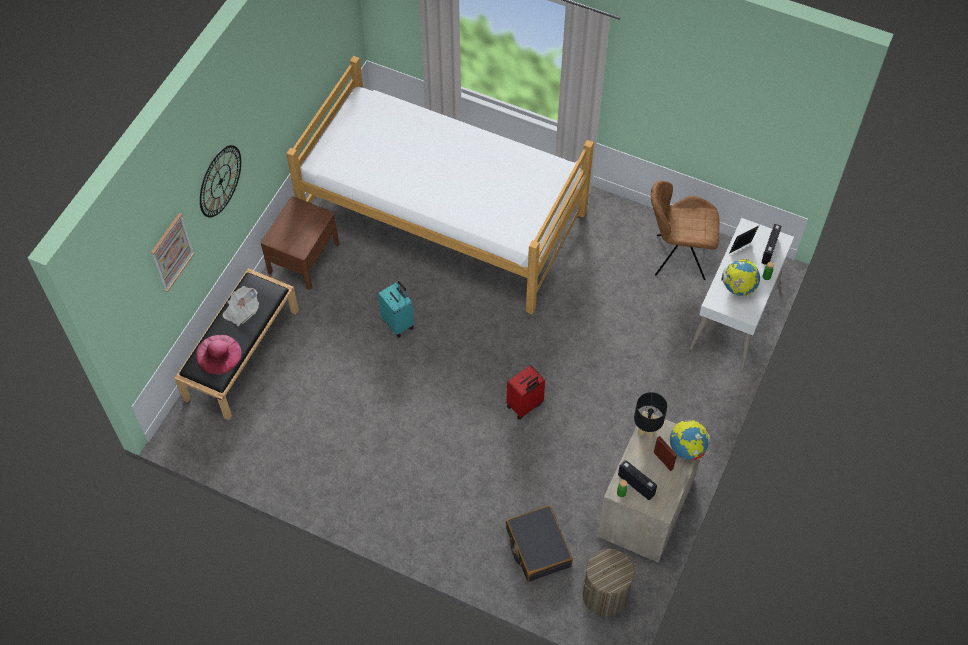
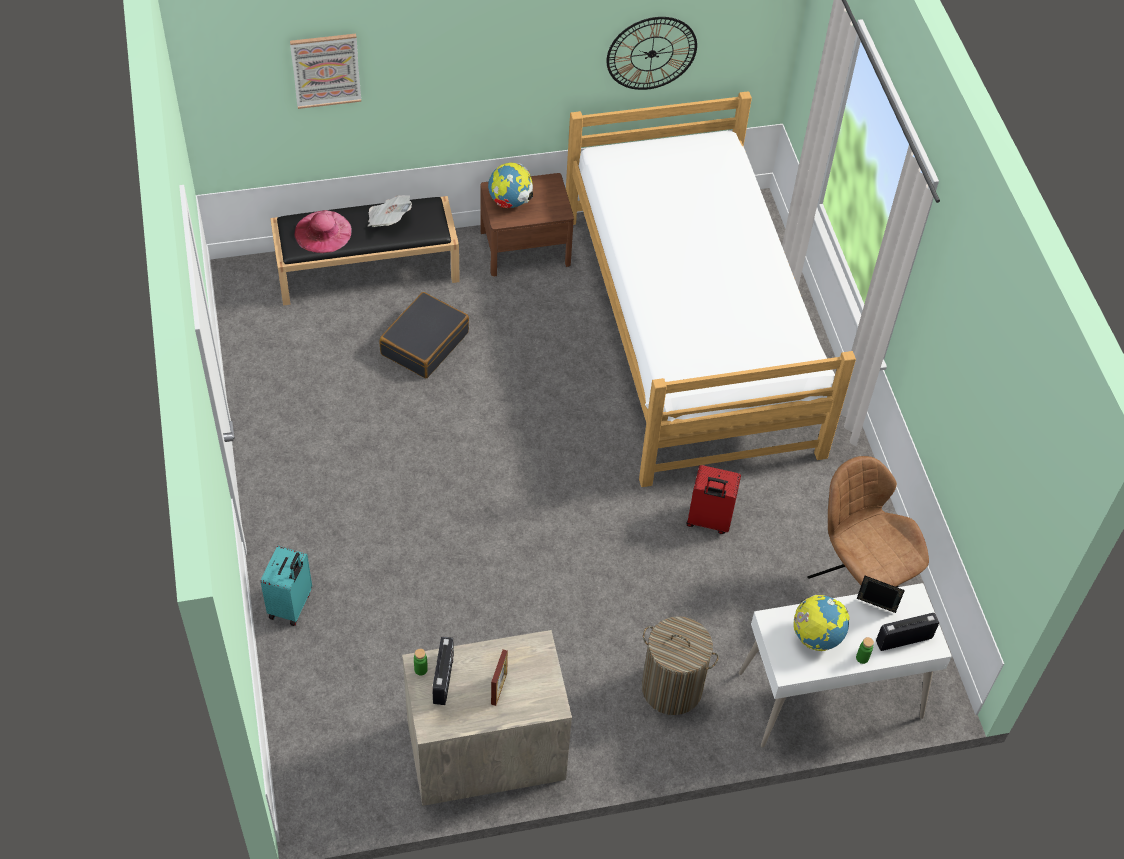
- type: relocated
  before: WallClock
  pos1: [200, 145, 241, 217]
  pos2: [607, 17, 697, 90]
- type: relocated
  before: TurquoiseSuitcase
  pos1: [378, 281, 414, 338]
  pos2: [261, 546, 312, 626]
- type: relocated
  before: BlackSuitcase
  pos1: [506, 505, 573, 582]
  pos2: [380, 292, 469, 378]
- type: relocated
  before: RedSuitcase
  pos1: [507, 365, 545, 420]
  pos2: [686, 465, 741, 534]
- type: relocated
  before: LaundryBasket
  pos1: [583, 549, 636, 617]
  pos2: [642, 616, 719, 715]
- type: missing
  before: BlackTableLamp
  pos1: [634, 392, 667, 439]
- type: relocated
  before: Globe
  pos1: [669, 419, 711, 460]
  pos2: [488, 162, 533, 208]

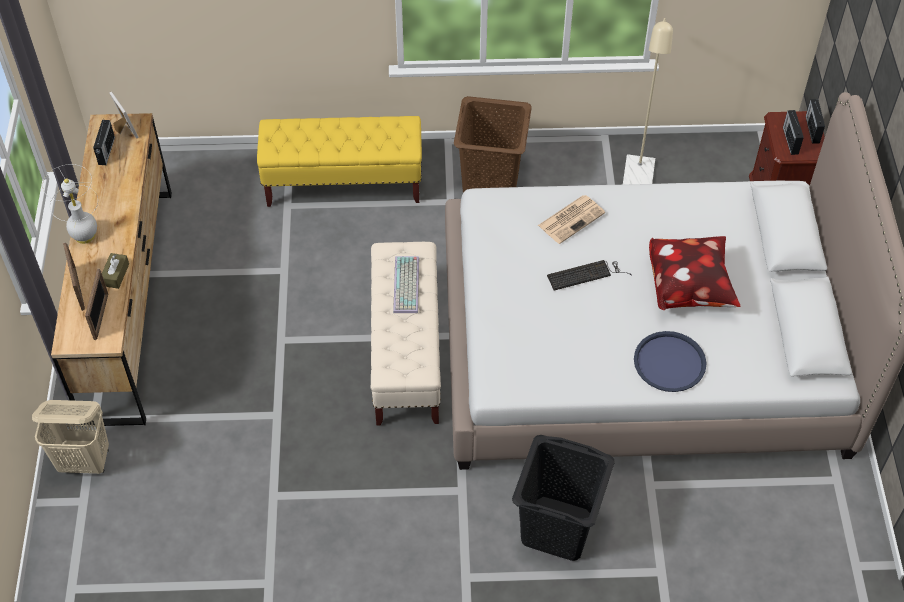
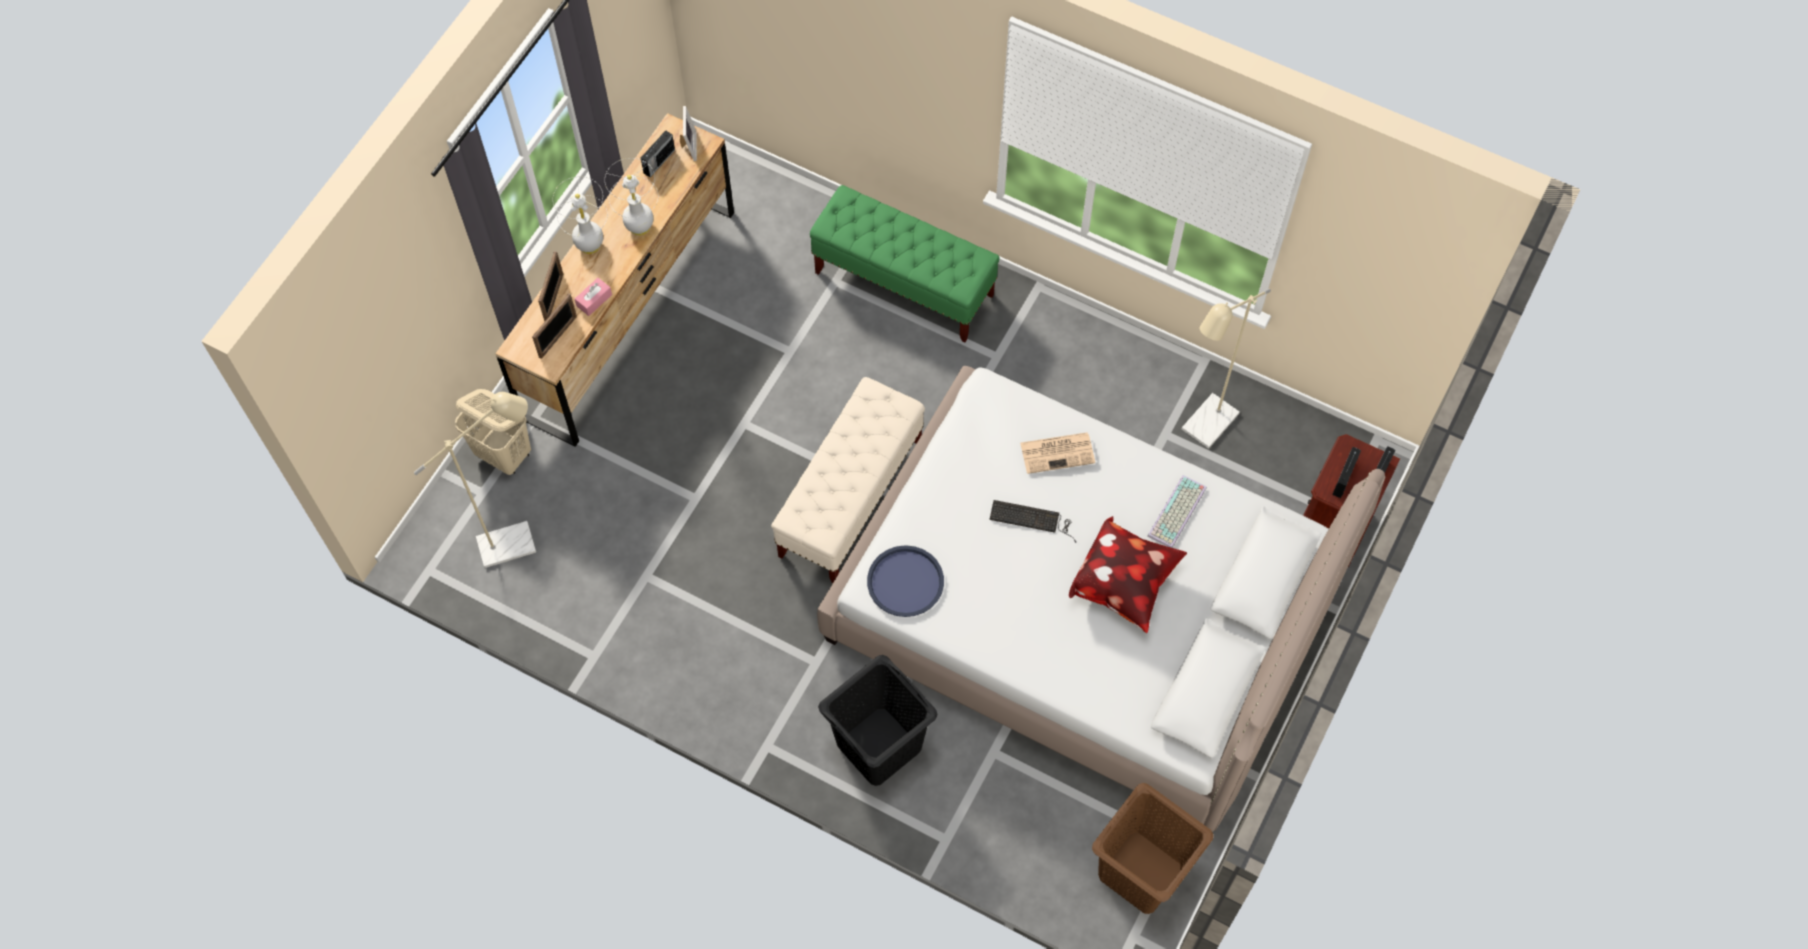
- type: colour
  before: BrownTissueBox
  after: PinkTissueBox
  pos1: [102, 253, 129, 289]
  pos2: [575, 278, 612, 316]
- type: colour
  before: YellowBench
  after: GreenBench
  pos1: [257, 116, 422, 207]
  pos2: [810, 185, 1000, 342]
- type: relocated
  before: Keyboard
  pos1: [393, 256, 419, 313]
  pos2: [1148, 475, 1207, 548]
- type: relocated
  before: BrownLaundryBasket
  pos1: [454, 96, 532, 193]
  pos2: [1092, 783, 1214, 914]
- type: relocated
  before: BlueTray
  pos1: [634, 331, 706, 392]
  pos2: [867, 545, 944, 617]
- type: appeared
  after: BeigeFloorLamp
  pos2: [414, 392, 536, 568]
- type: appeared
  after: WhiteTableLamp
  pos2: [605, 158, 658, 236]

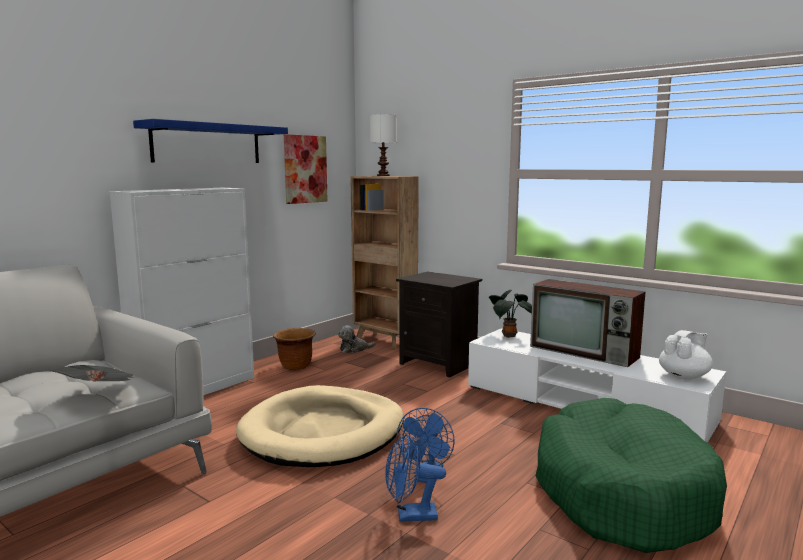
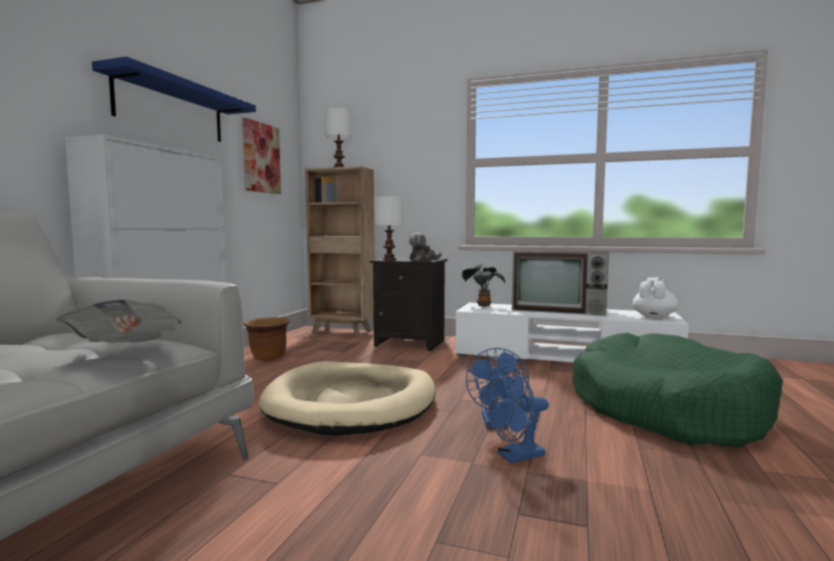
- type: relocated
  before: PlushToy
  pos1: [338, 325, 376, 353]
  pos2: [409, 233, 442, 260]
- type: appeared
  after: WhiteTableLamp
  pos2: [375, 196, 403, 260]

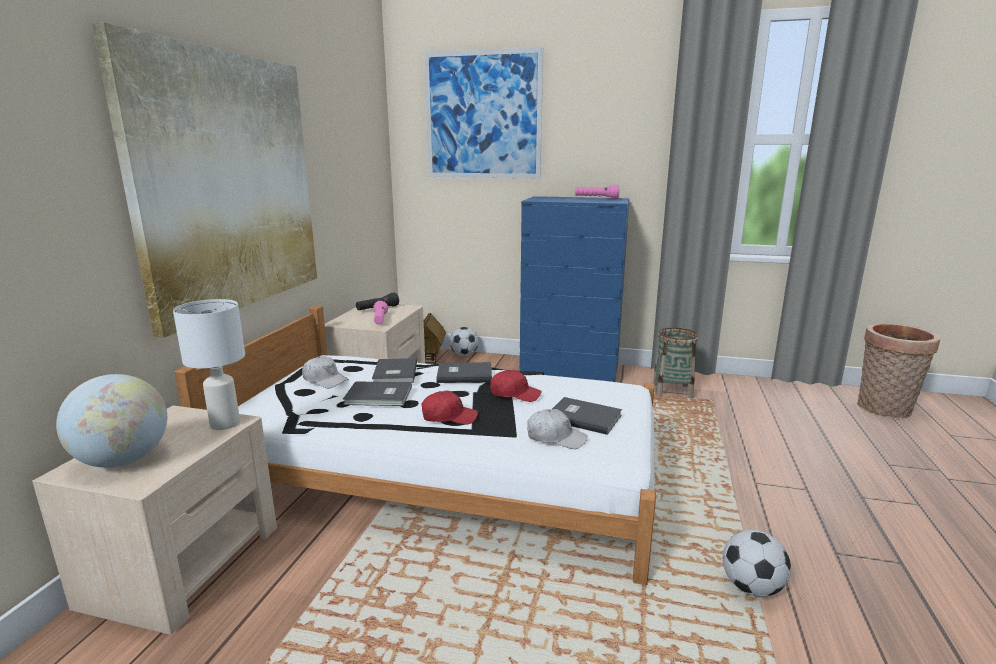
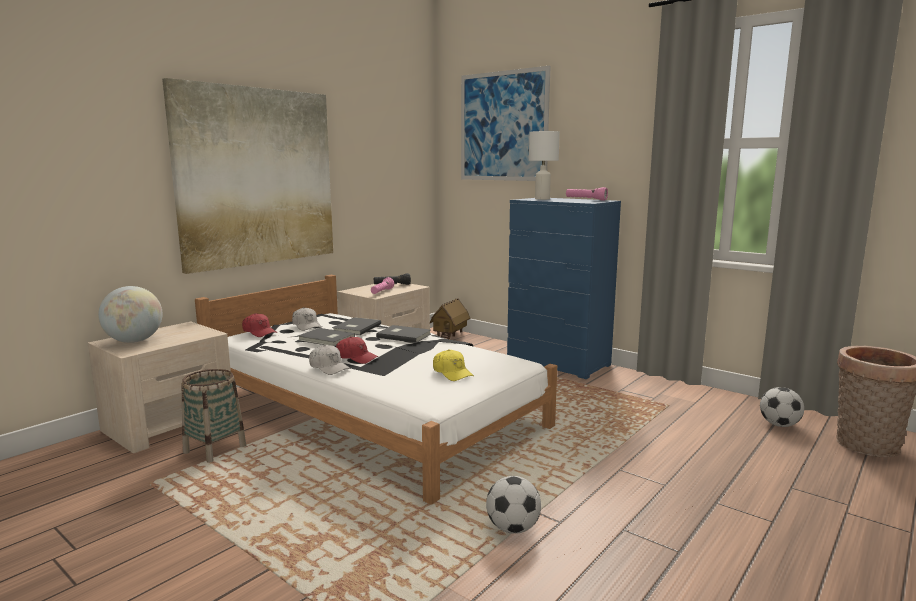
- type: relocated
  before: WhiteTableLamp
  pos1: [173, 299, 245, 430]
  pos2: [529, 131, 560, 200]
- type: relocated
  before: Football
  pos1: [450, 327, 479, 356]
  pos2: [760, 387, 804, 427]
- type: relocated
  before: RedCap
  pos1: [490, 370, 542, 402]
  pos2: [242, 313, 277, 337]
- type: relocated
  before: WhiteCap
  pos1: [527, 409, 587, 449]
  pos2: [309, 345, 351, 375]
- type: exchanged
  before: GreyBook
  after: YellowCap
  pos1: [552, 397, 622, 435]
  pos2: [433, 349, 474, 381]
- type: relocated
  before: Basket
  pos1: [653, 328, 698, 398]
  pos2: [182, 369, 246, 463]

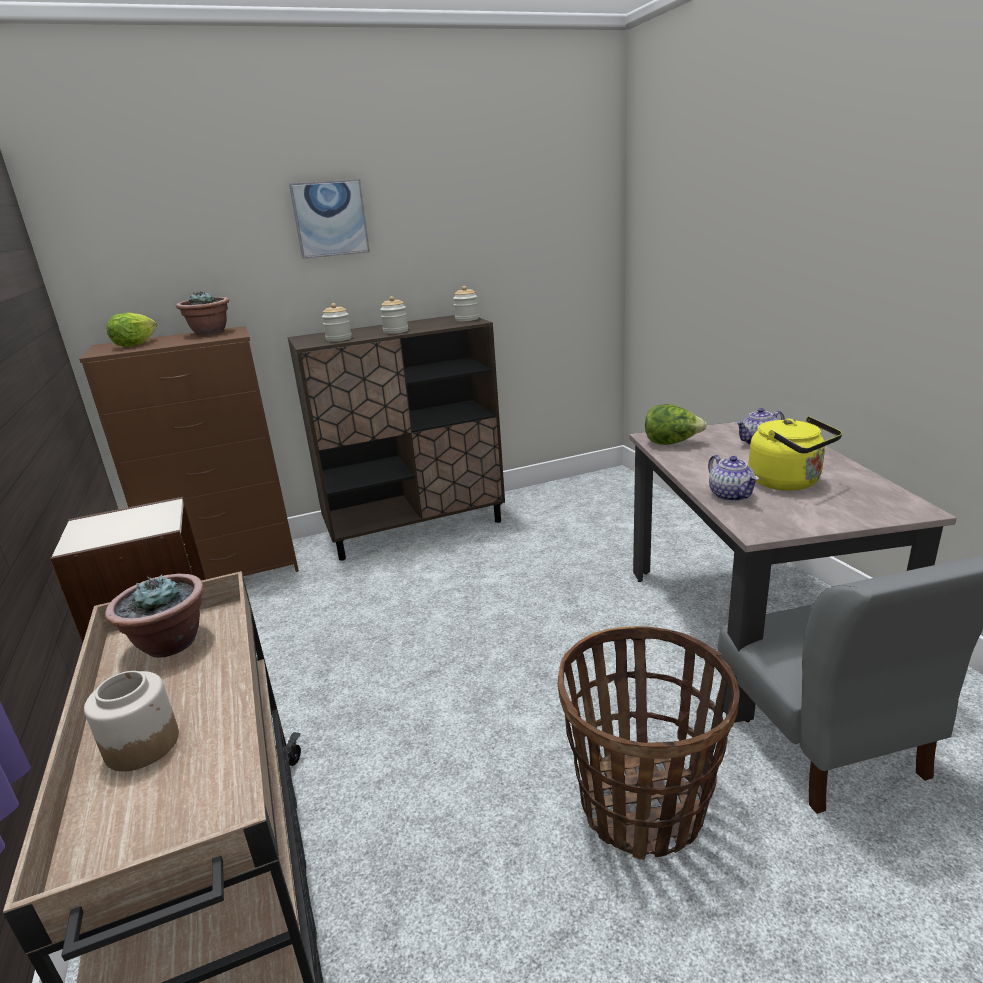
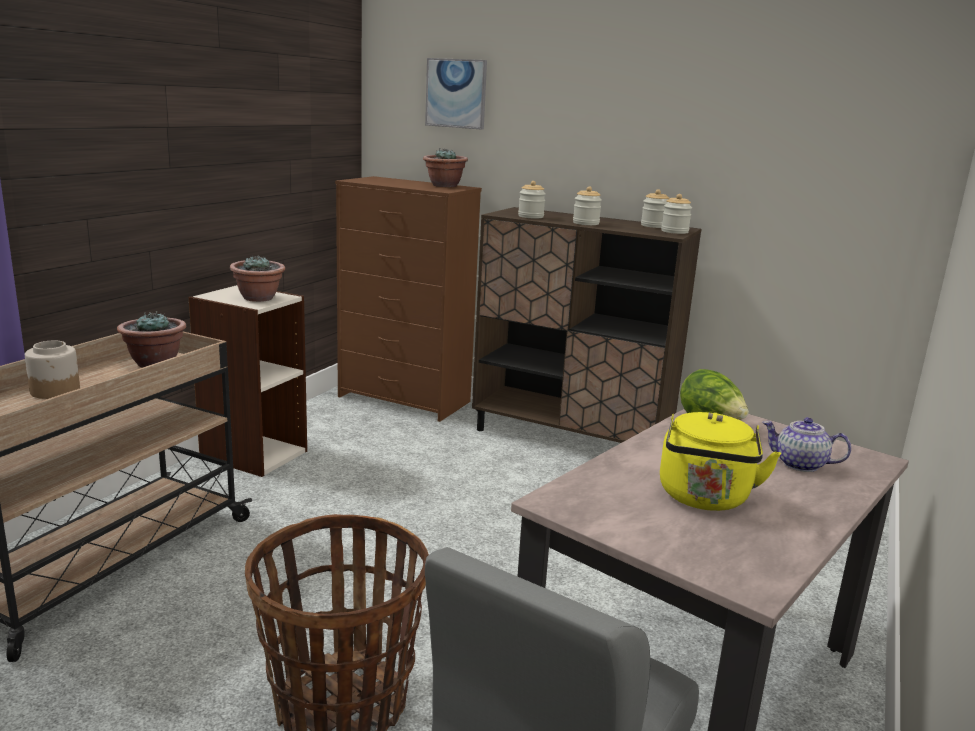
- type: missing
  before: Lettuce
  pos1: [106, 312, 157, 347]
- type: relocated
  before: Picture
  pos1: [289, 179, 370, 259]
  pos2: [425, 58, 487, 130]
- type: missing
  before: Teapot
  pos1: [708, 455, 759, 501]
- type: appeared
  after: PottedPlant
  pos2: [230, 255, 285, 302]
- type: appeared
  after: Jar
  pos2: [641, 189, 669, 228]

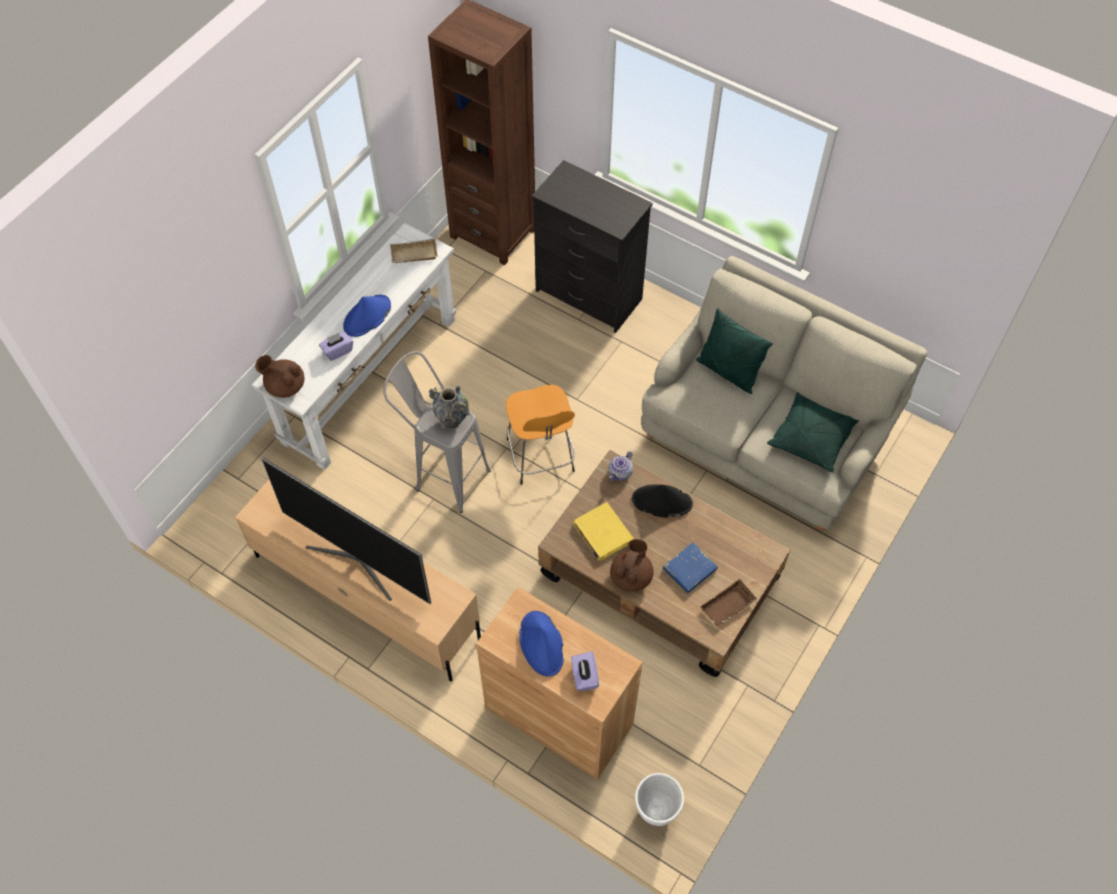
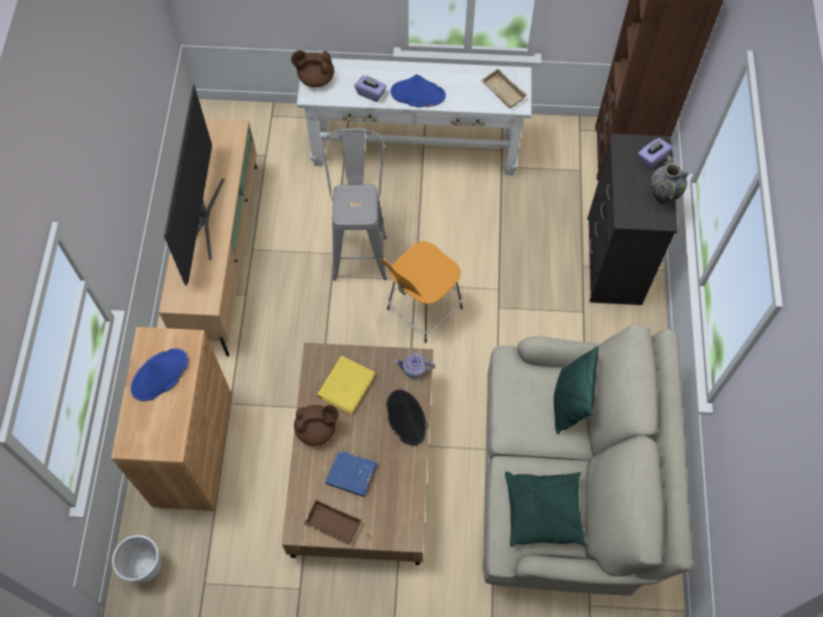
- type: spun
  before: BrownTeapot
  pos1: [255, 355, 304, 398]
  pos2: [291, 50, 334, 87]
  turn: -75
- type: relocated
  before: Vase
  pos1: [429, 386, 470, 428]
  pos2: [650, 155, 689, 205]
- type: relocated
  before: PurpleTissueBox
  pos1: [571, 651, 599, 691]
  pos2: [638, 138, 673, 169]

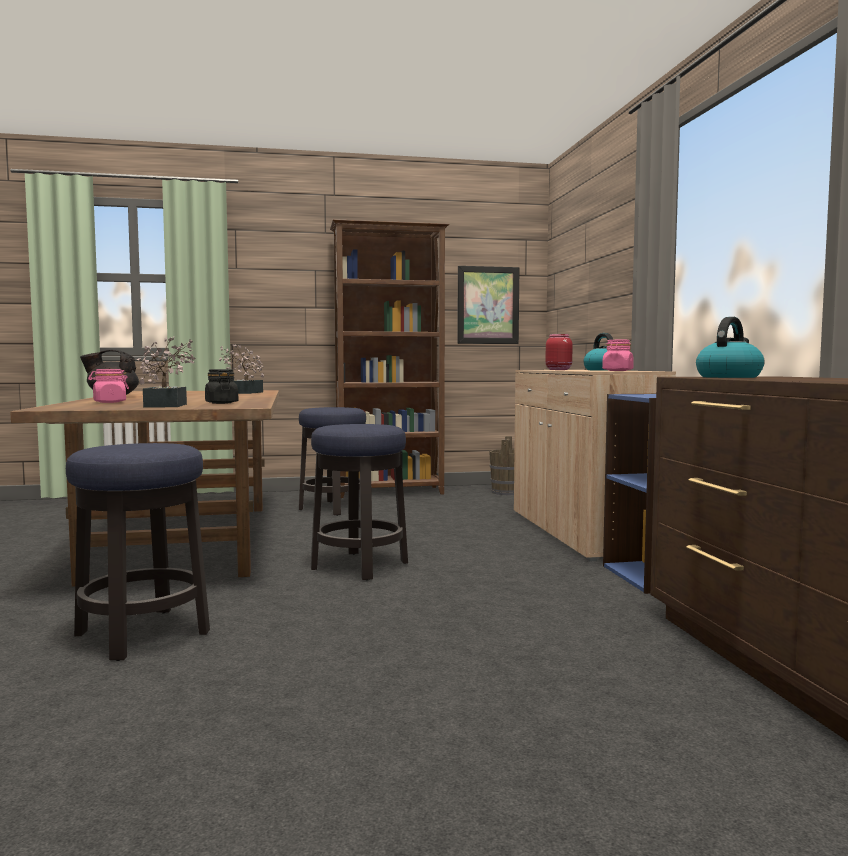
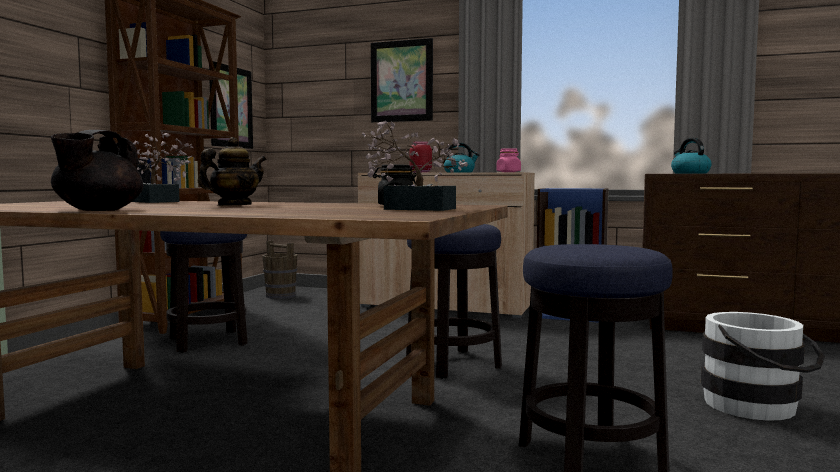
- type: missing
  before: PinkJar
  pos1: [88, 369, 129, 403]
- type: appeared
  after: Teapot
  pos2: [198, 137, 266, 206]
- type: appeared
  after: Picture
  pos2: [371, 38, 433, 122]
- type: appeared
  after: WhiteBucket
  pos2: [701, 312, 825, 421]

